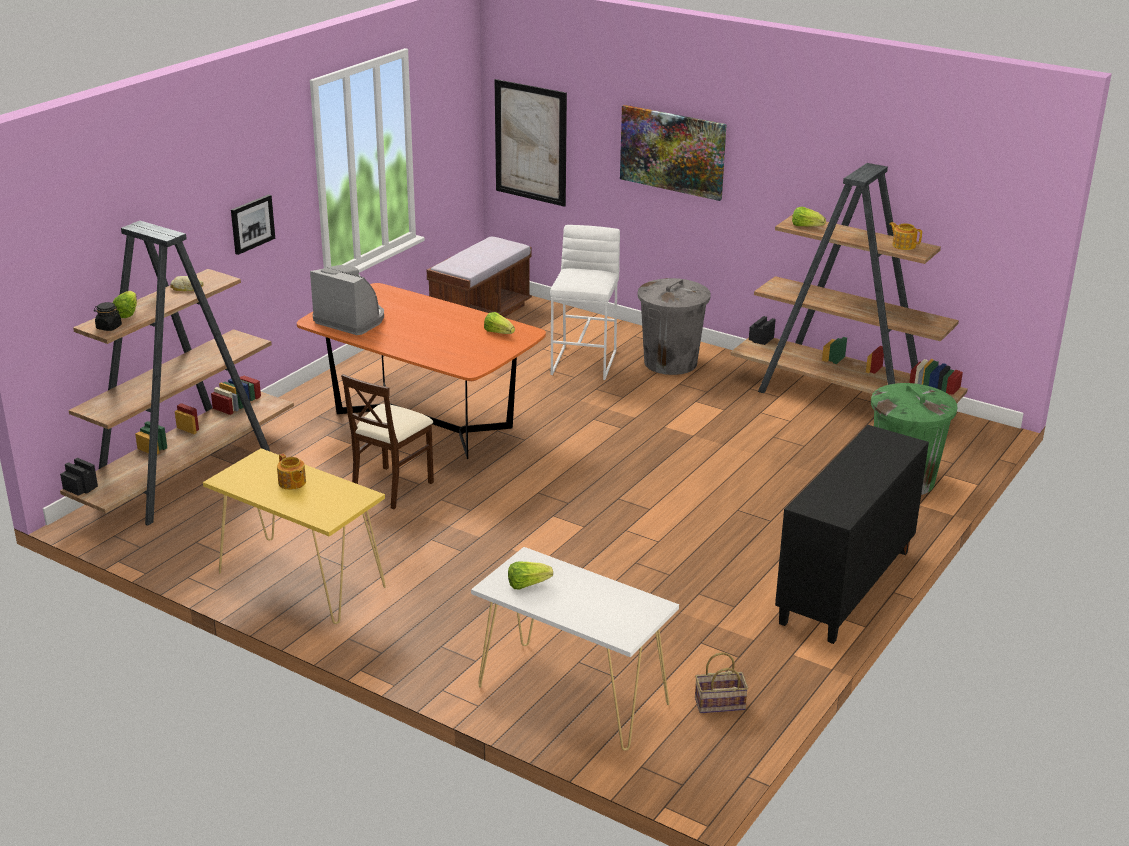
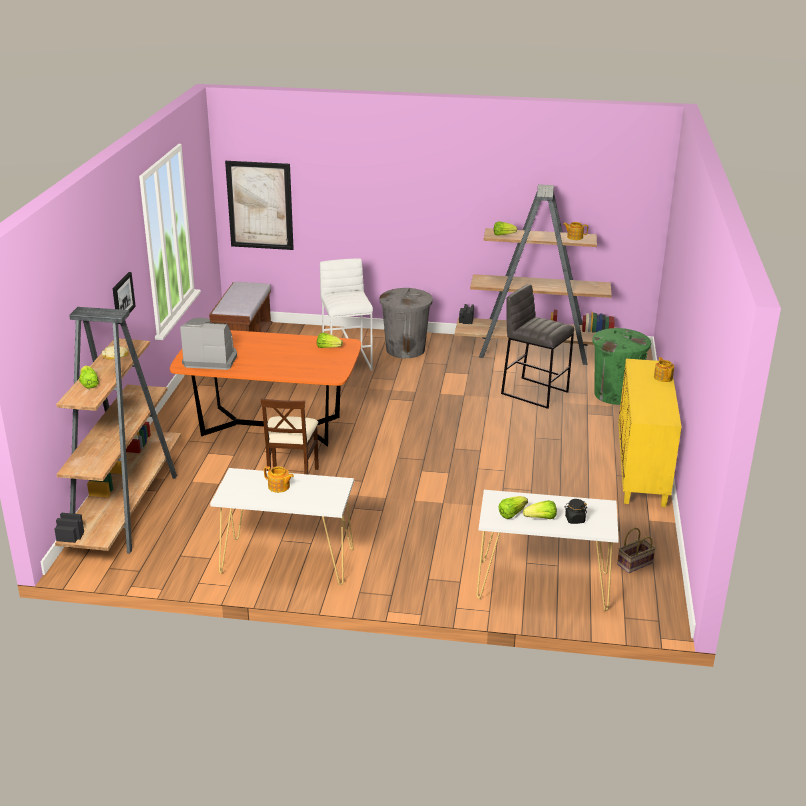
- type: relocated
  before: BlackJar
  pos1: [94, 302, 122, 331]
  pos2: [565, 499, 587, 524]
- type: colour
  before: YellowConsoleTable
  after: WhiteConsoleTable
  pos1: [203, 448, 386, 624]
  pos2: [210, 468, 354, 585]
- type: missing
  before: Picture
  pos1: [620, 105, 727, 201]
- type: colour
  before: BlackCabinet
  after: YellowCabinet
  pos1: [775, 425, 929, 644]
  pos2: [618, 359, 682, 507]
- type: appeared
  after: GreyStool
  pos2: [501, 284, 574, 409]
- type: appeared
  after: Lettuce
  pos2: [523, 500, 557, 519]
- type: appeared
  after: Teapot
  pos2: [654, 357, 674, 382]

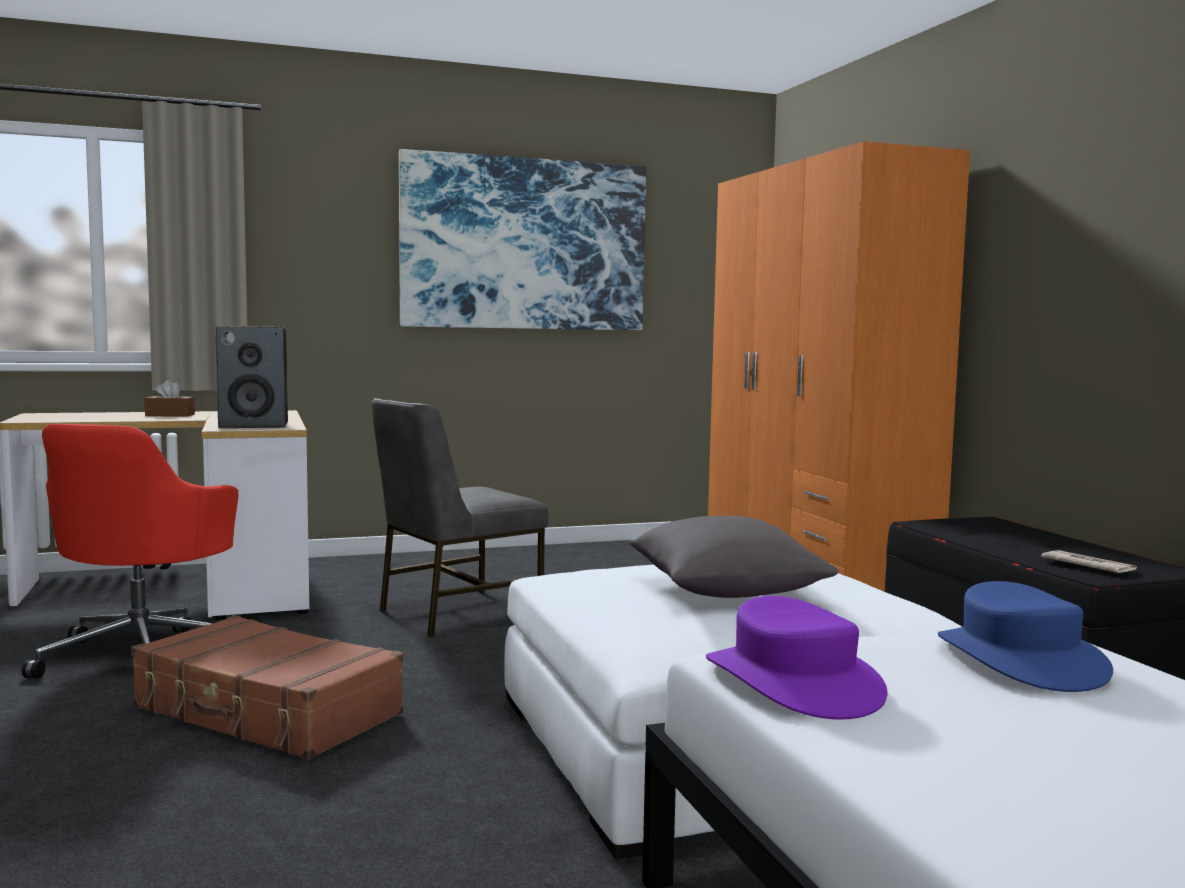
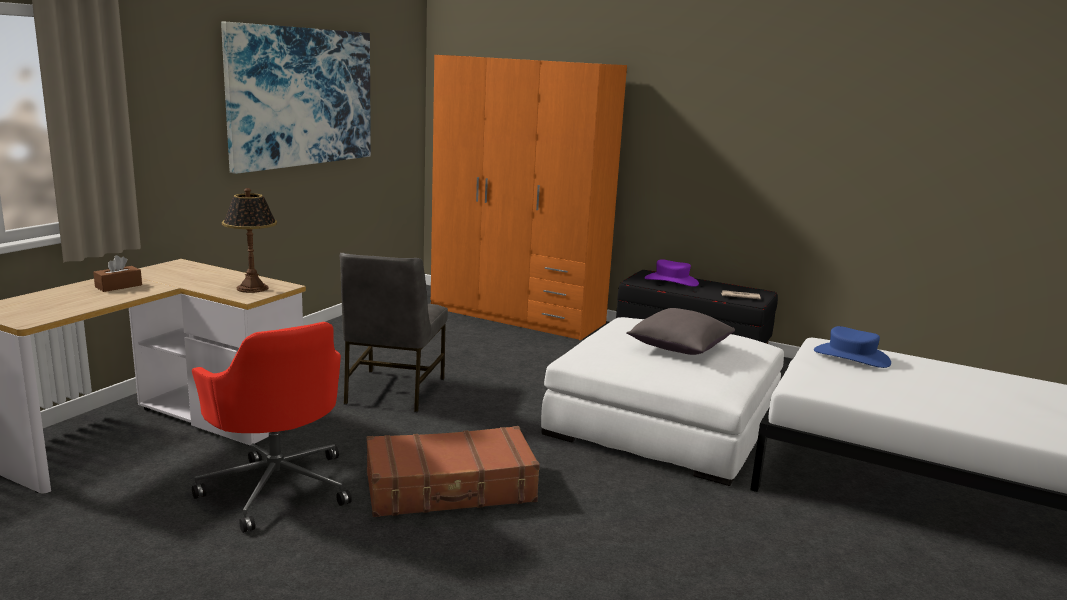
- type: exchanged
  before: Speaker
  after: TableLamp
  pos1: [216, 326, 288, 428]
  pos2: [222, 188, 277, 293]
- type: relocated
  before: PurpleHat
  pos1: [706, 596, 887, 720]
  pos2: [645, 259, 699, 287]

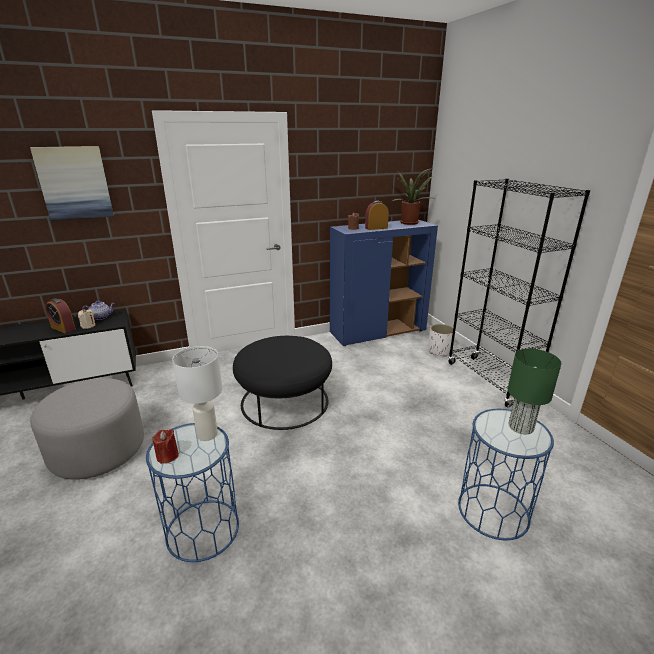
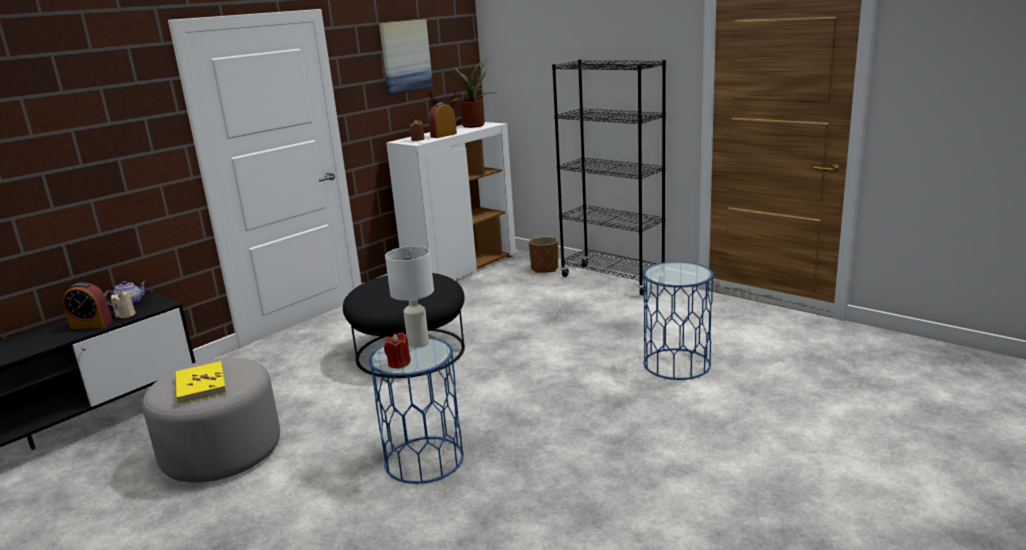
- type: relocated
  before: Picture
  pos1: [30, 146, 114, 221]
  pos2: [379, 19, 433, 95]
- type: colour
  before: BlueCabinet
  after: WhiteCabinet
  pos1: [330, 220, 438, 346]
  pos2: [386, 122, 516, 280]
- type: colour
  before: WhitePlanter
  after: BrownPlanter
  pos1: [428, 324, 453, 357]
  pos2: [529, 236, 558, 273]
- type: missing
  before: GreenTableLamp
  pos1: [508, 348, 562, 434]
- type: appeared
  after: YellowBook
  pos2: [175, 361, 227, 405]

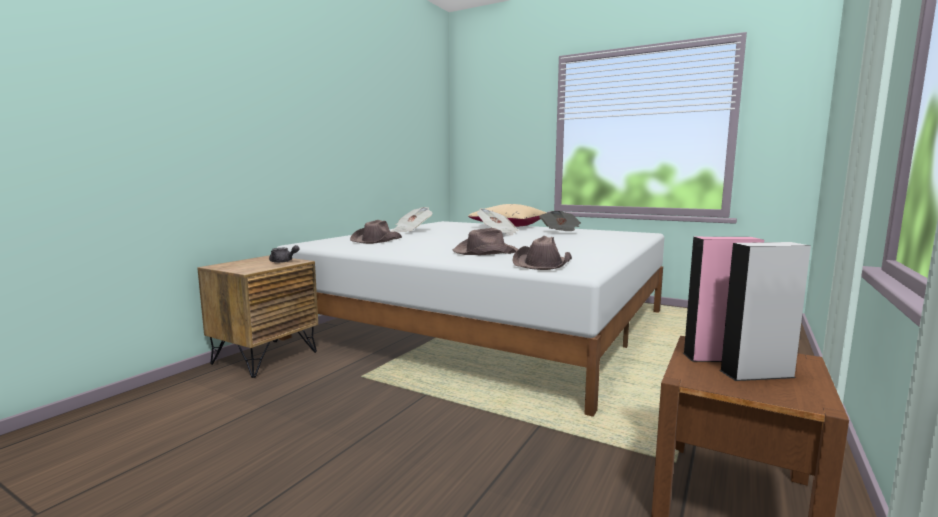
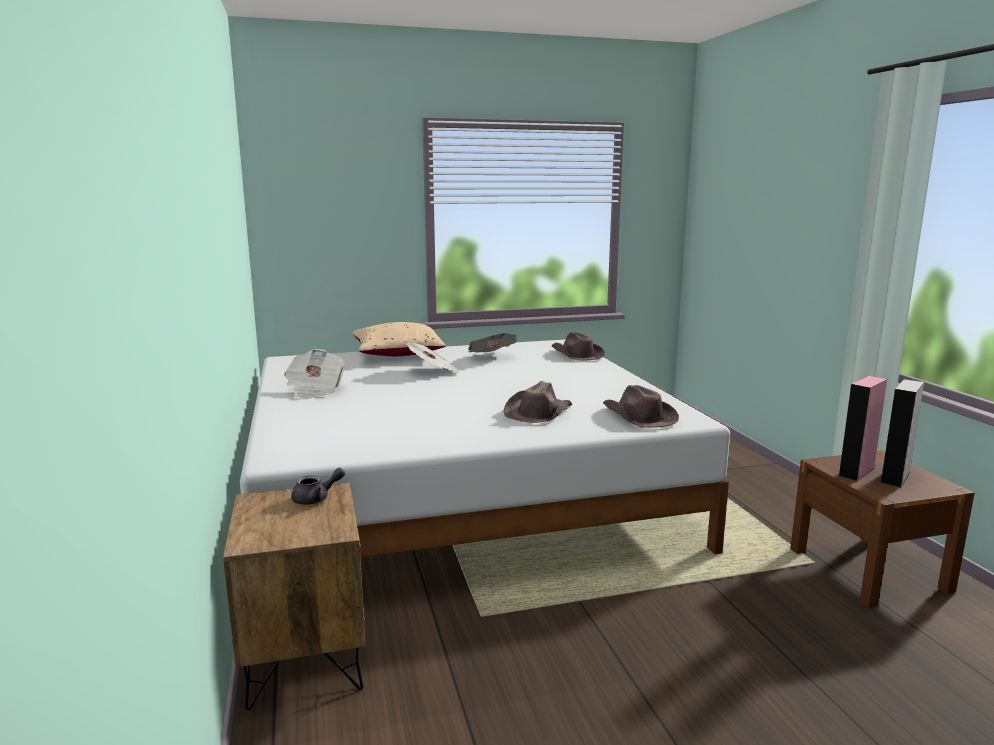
- type: relocated
  before: BrownHat
  pos1: [350, 220, 402, 244]
  pos2: [552, 332, 605, 361]

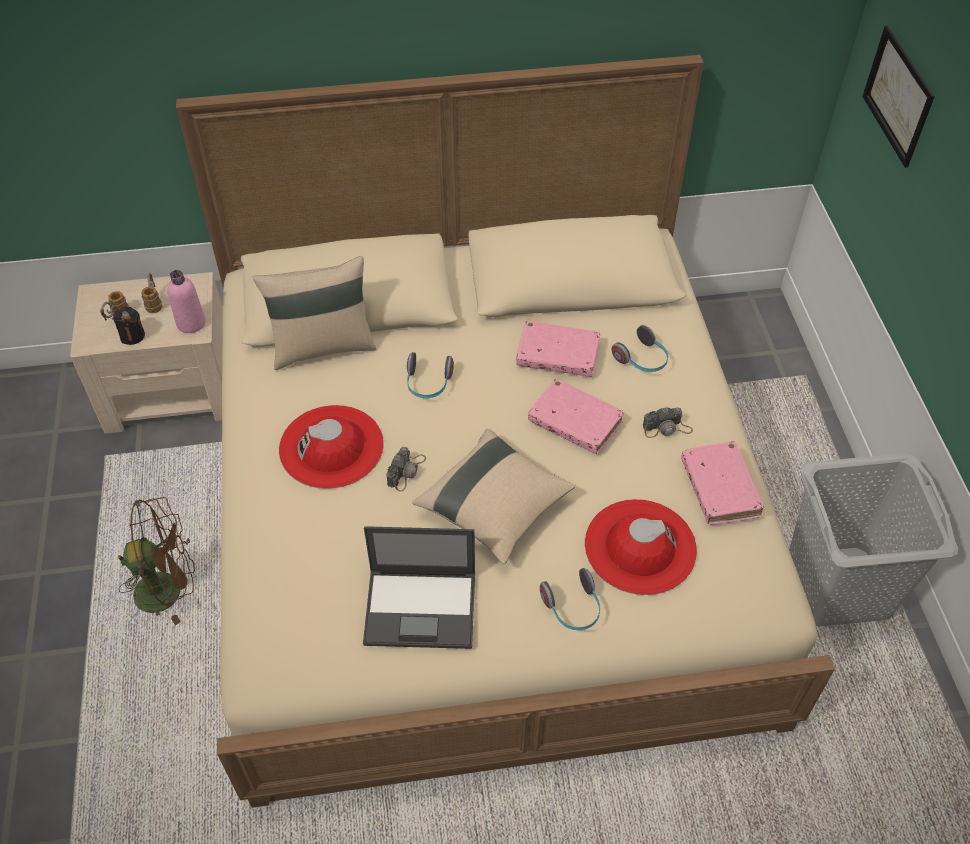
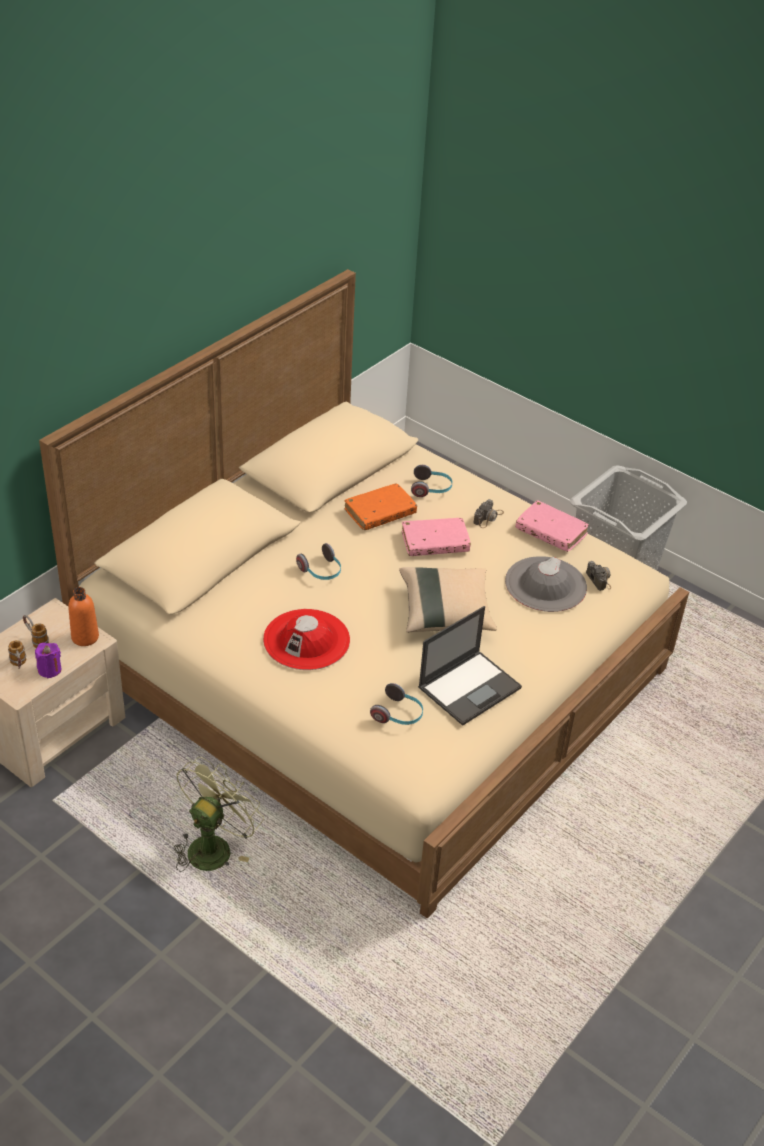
- type: colour
  before: BlackCandle
  after: PurpleCandle
  pos1: [113, 306, 145, 345]
  pos2: [35, 643, 61, 678]
- type: colour
  before: BrownFan
  after: GreenFan
  pos1: [118, 497, 195, 625]
  pos2: [174, 757, 264, 872]
- type: colour
  before: PinkBottle
  after: OrangeBottle
  pos1: [167, 270, 206, 333]
  pos2: [68, 587, 99, 646]
- type: missing
  before: BeigePillow
  pos1: [252, 256, 376, 370]
- type: relocated
  before: PhotoCamera
  pos1: [386, 447, 426, 491]
  pos2: [586, 561, 611, 591]
- type: colour
  before: PinkBook
  after: OrangeBook
  pos1: [516, 321, 600, 377]
  pos2: [344, 483, 417, 530]
- type: relocated
  before: Headphones
  pos1: [540, 568, 600, 630]
  pos2: [370, 683, 423, 725]
- type: colour
  before: RedHat
  after: GreyHat
  pos1: [585, 499, 697, 595]
  pos2: [505, 556, 587, 612]
- type: missing
  before: Picture
  pos1: [862, 26, 935, 168]

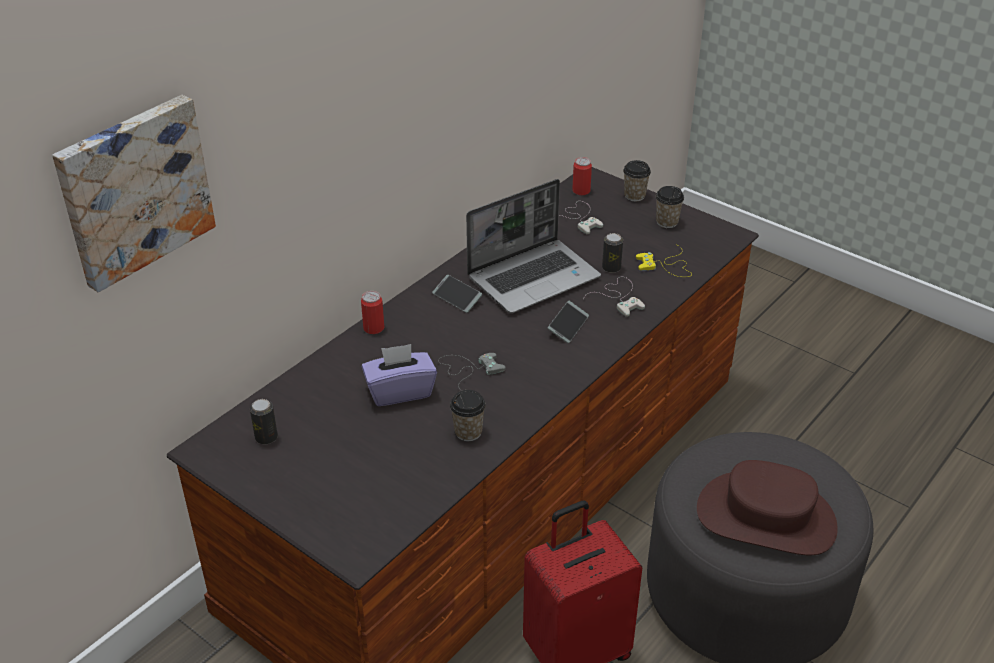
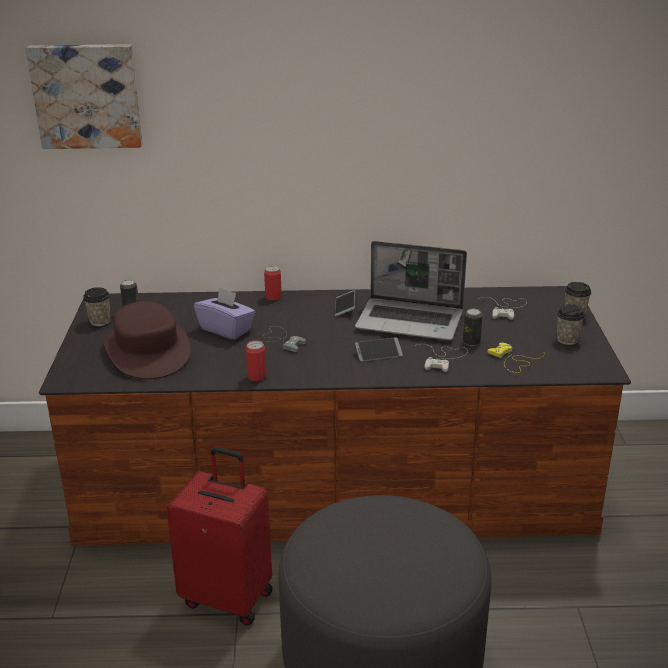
- type: relocated
  before: Cup
  pos1: [450, 390, 486, 441]
  pos2: [83, 287, 110, 326]
- type: relocated
  before: Can
  pos1: [572, 157, 592, 195]
  pos2: [246, 341, 266, 381]
- type: relocated
  before: BrownHat
  pos1: [697, 460, 838, 555]
  pos2: [103, 301, 191, 379]

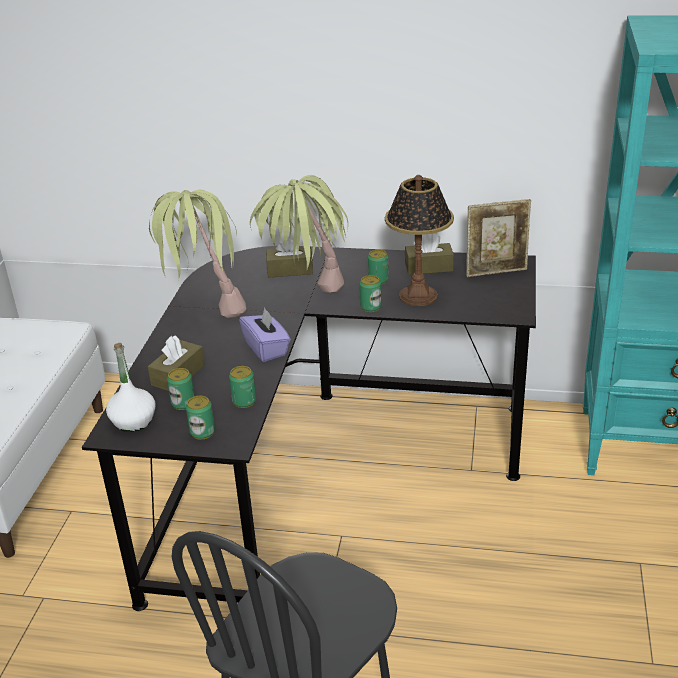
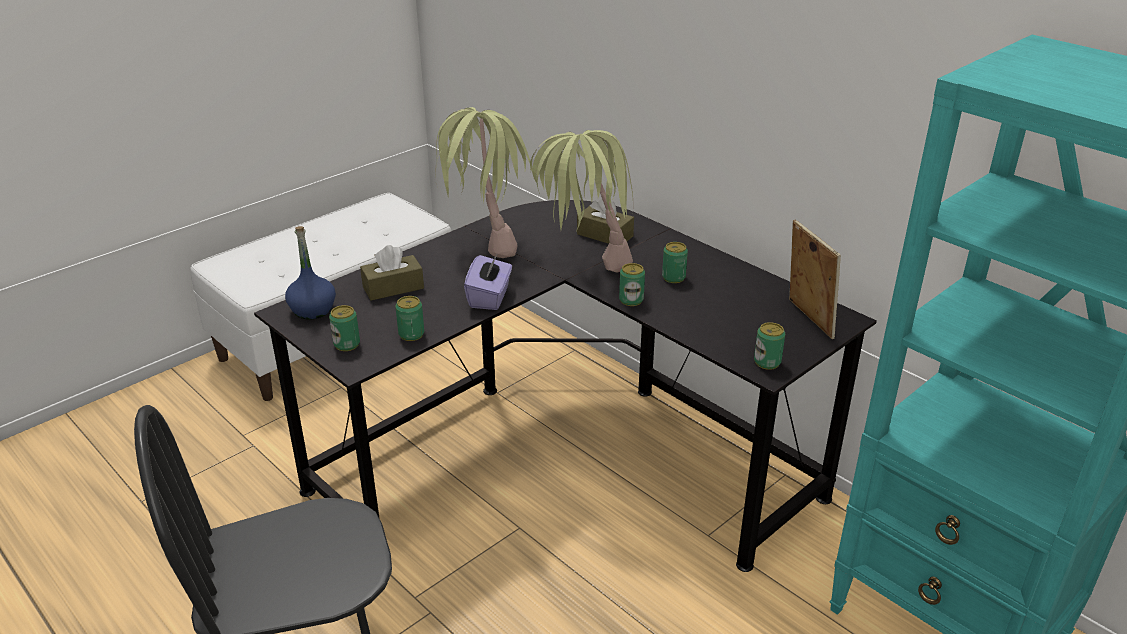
- type: colour
  before: WhiteBottle
  after: BlueBottle
  pos1: [106, 343, 156, 432]
  pos2: [285, 226, 336, 319]
- type: relocated
  before: Can
  pos1: [167, 368, 195, 410]
  pos2: [754, 322, 785, 370]
- type: missing
  before: TableLamp
  pos1: [385, 175, 454, 306]
- type: missing
  before: BrownTissueBox
  pos1: [405, 234, 454, 275]
- type: spun
  before: PictureFrame
  pos1: [466, 199, 531, 277]
  pos2: [789, 219, 841, 339]
  turn: -135

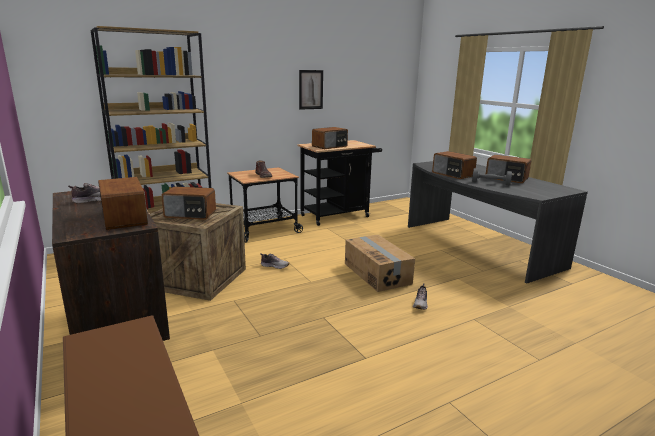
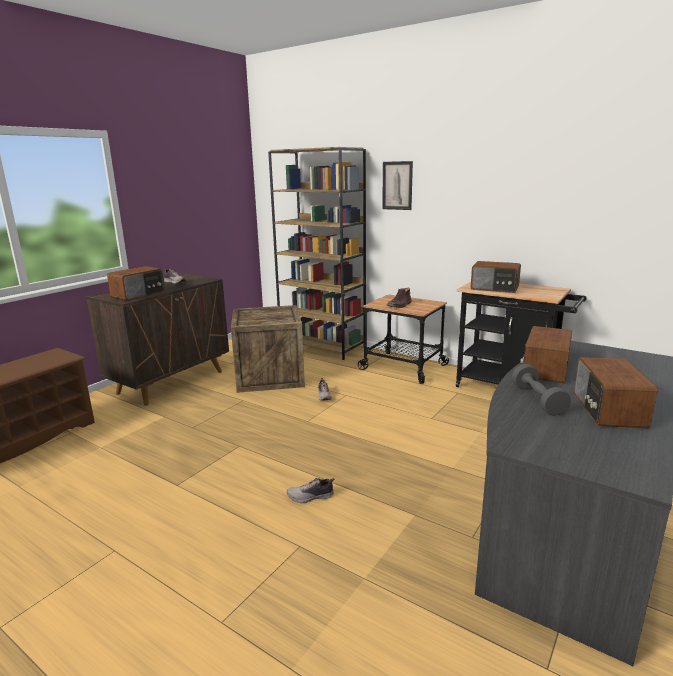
- type: missing
  before: Radio
  pos1: [161, 186, 216, 220]
- type: relocated
  before: Picture
  pos1: [299, 70, 323, 110]
  pos2: [382, 161, 413, 210]
- type: missing
  before: CardboardBox
  pos1: [345, 235, 415, 292]

